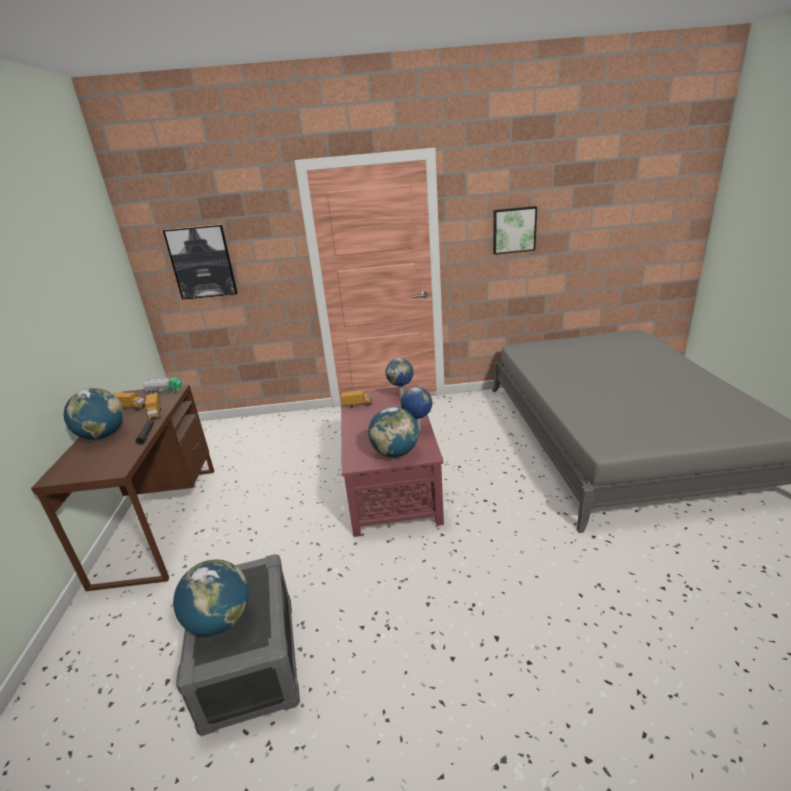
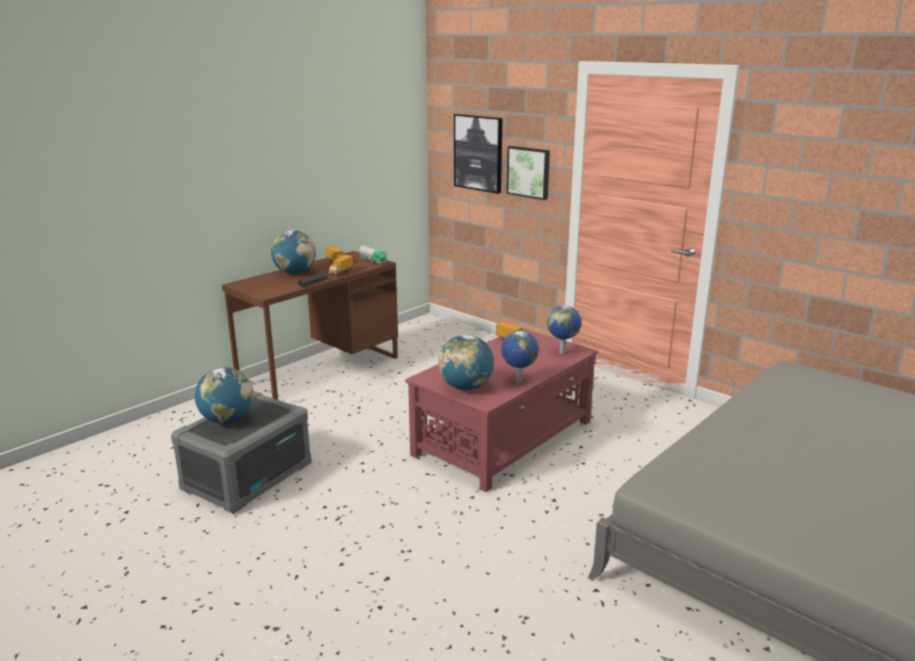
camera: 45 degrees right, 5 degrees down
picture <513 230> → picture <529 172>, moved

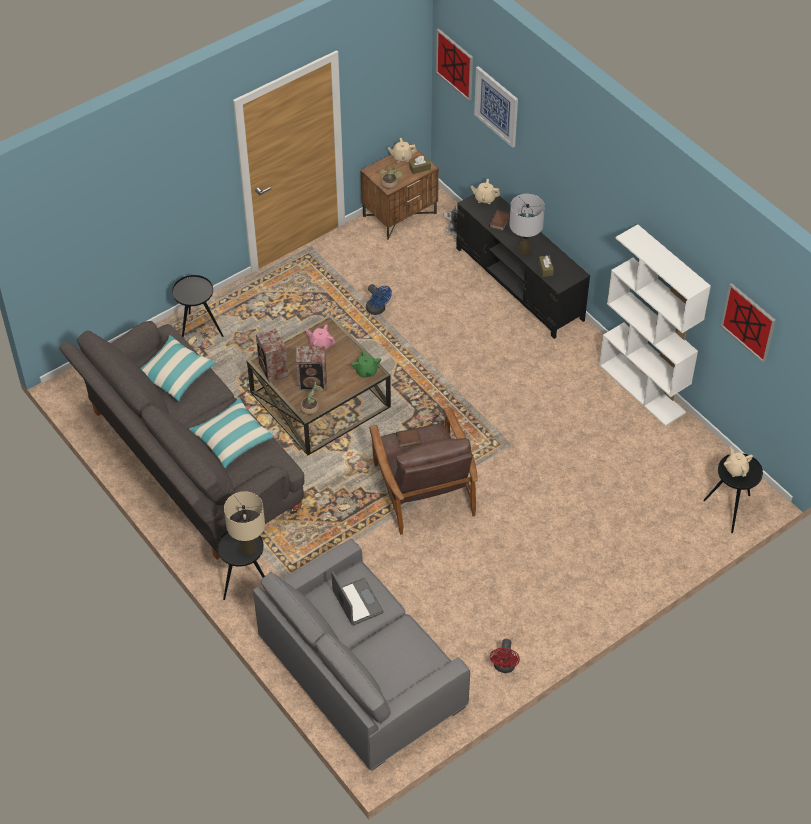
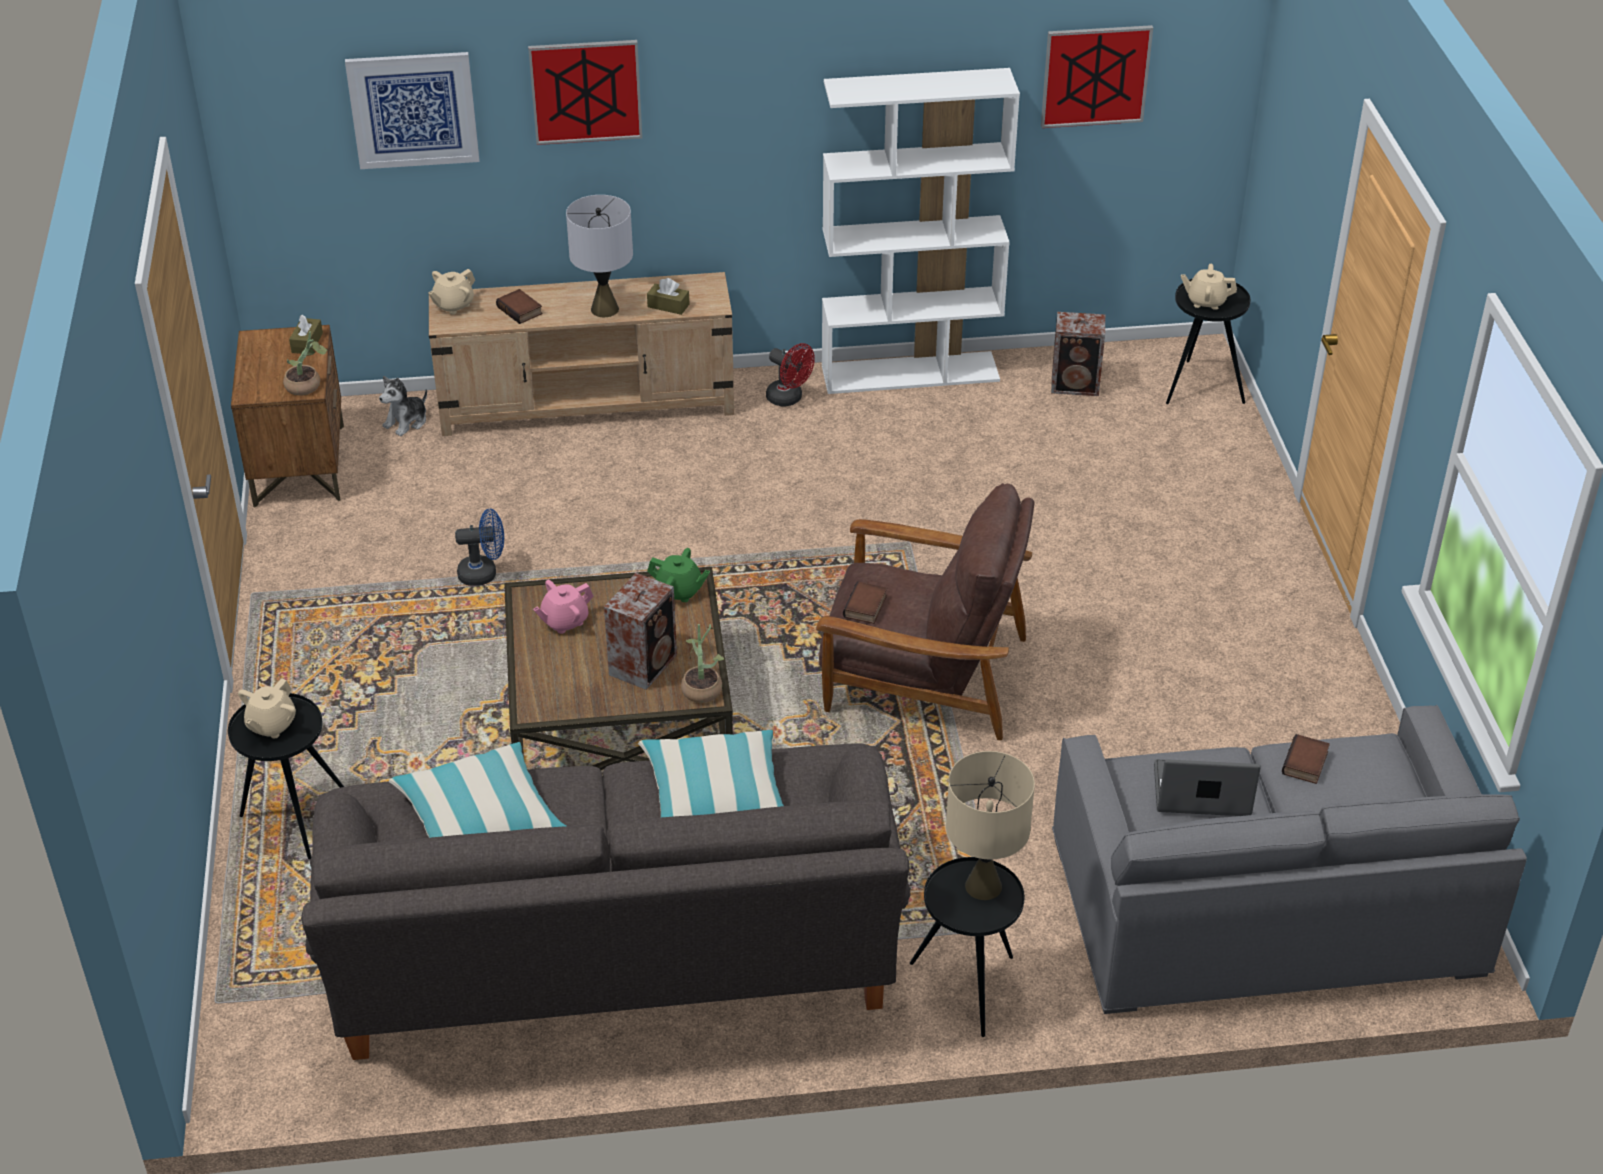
camera: 60 degrees left, 10 degrees down
picture <455 64> → picture <586 91>, moved
beige teapot <402 157> → beige teapot <271 725>, moved
black tv stand <519 284> → beige tv stand <588 403>
speaker <273 370> → speaker <1077 384>, moved
red fan <504 667> → red fan <789 399>, moved
- → book <1306 764>

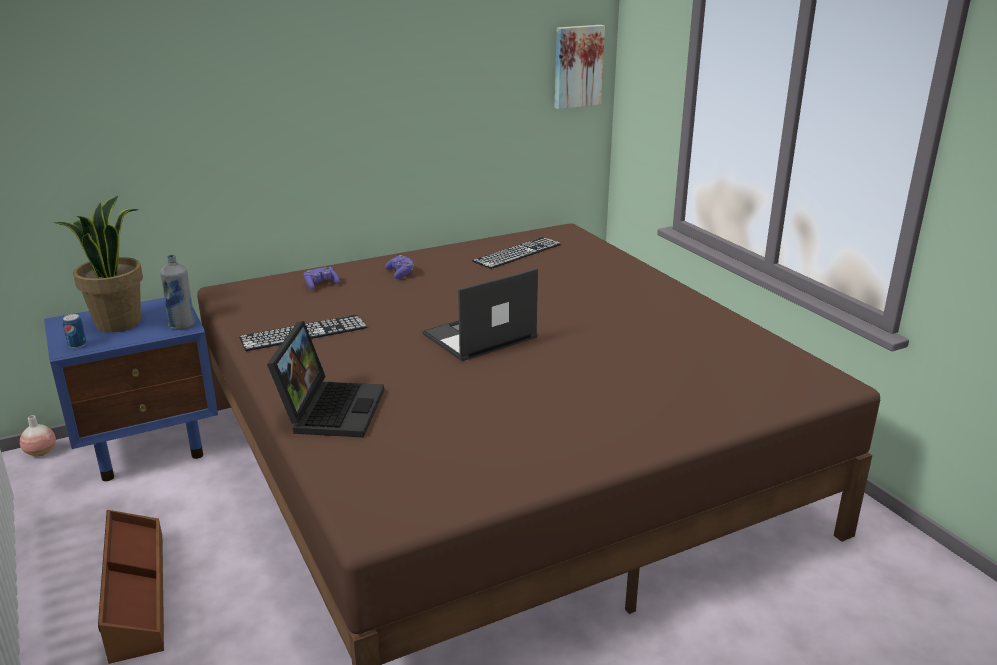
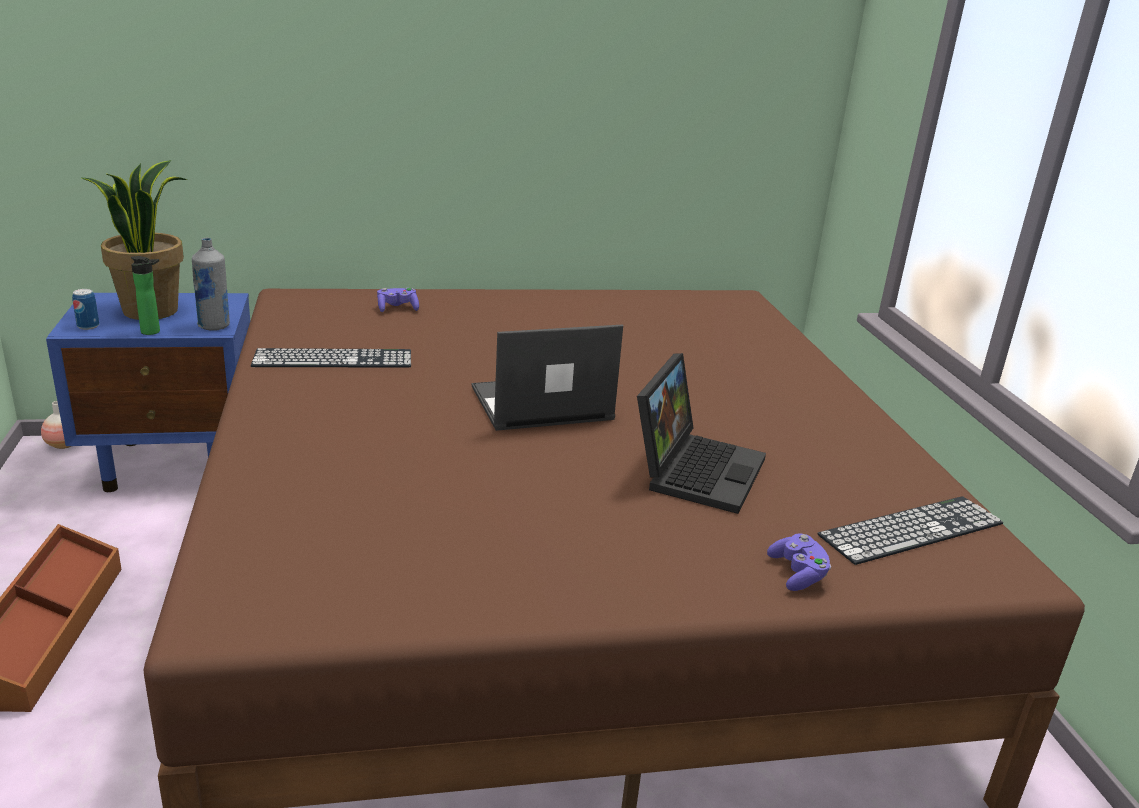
camera: 15 degrees right, 0 degrees up
picture <577 66> → -
keyboard <517 253> → keyboard <911 529>, moved
purple game controller <400 273> → purple game controller <797 574>, moved
laptop <330 408> → laptop <695 469>, moved
- → bottle <153 332>

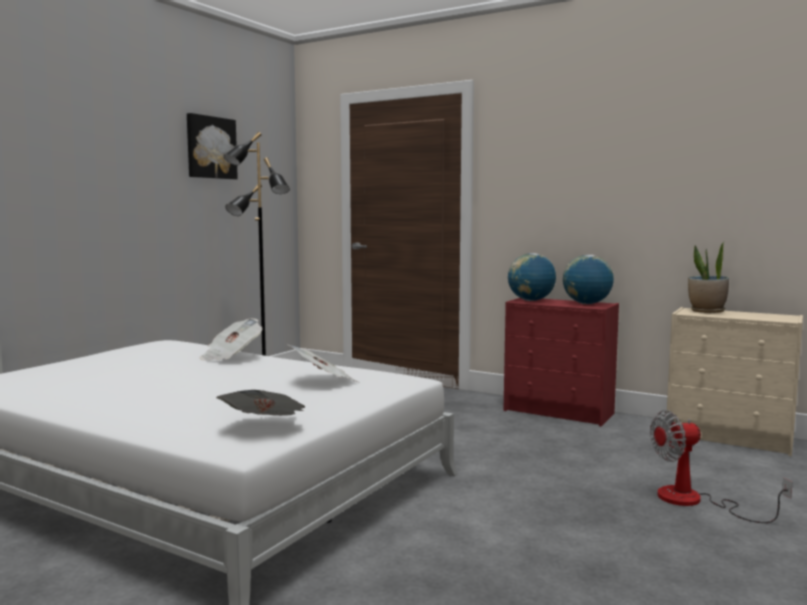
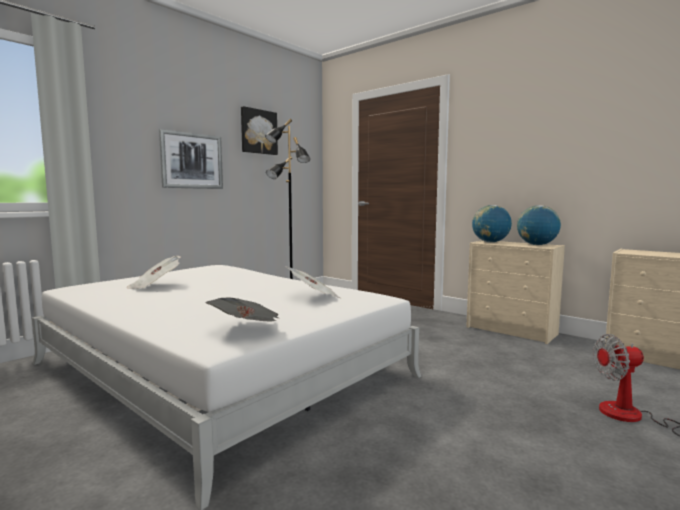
camera: 10 degrees right, 0 degrees up
potted plant <707 311> → -
red dresser <560 412> → beige dresser <512 331>
newspaper <231 356> → newspaper <155 286>, moved
- → picture <192 161>

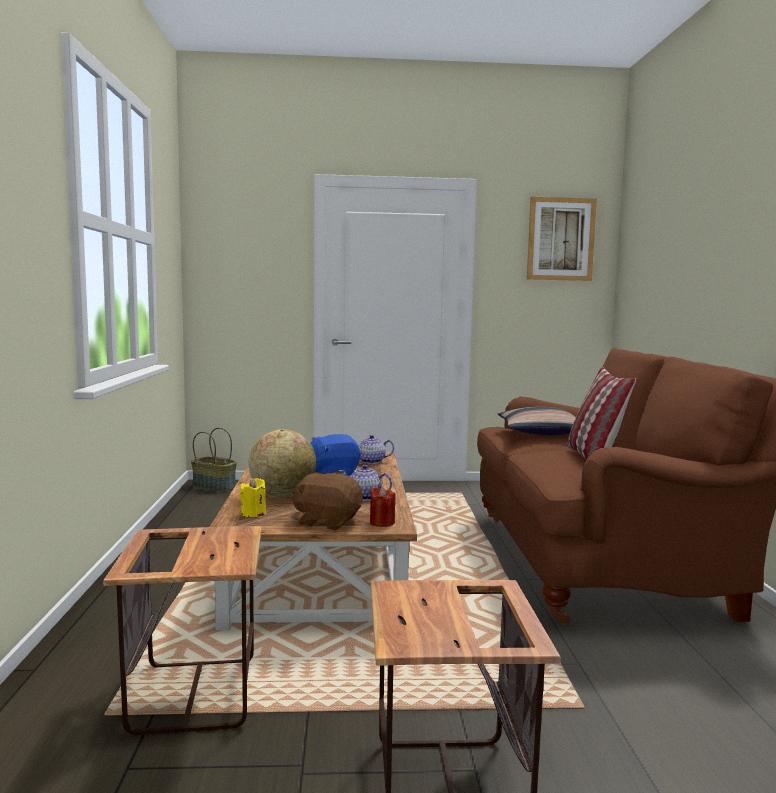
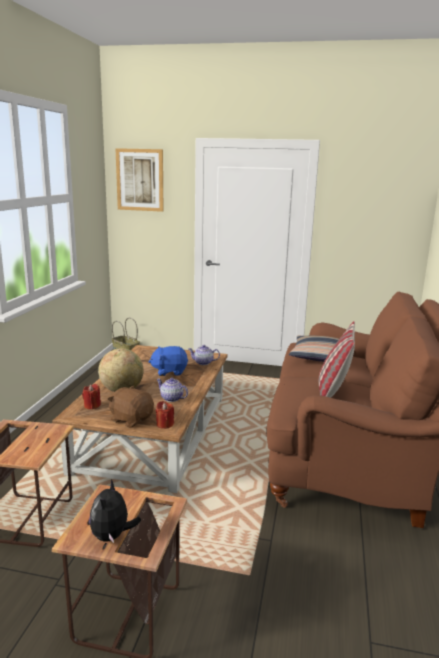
camera: 15 degrees right, 10 degrees up
picture <561 239> → picture <140 180>, moved
yellow candle <253 513> → red candle <92 406>
- → plush toy <112 536>

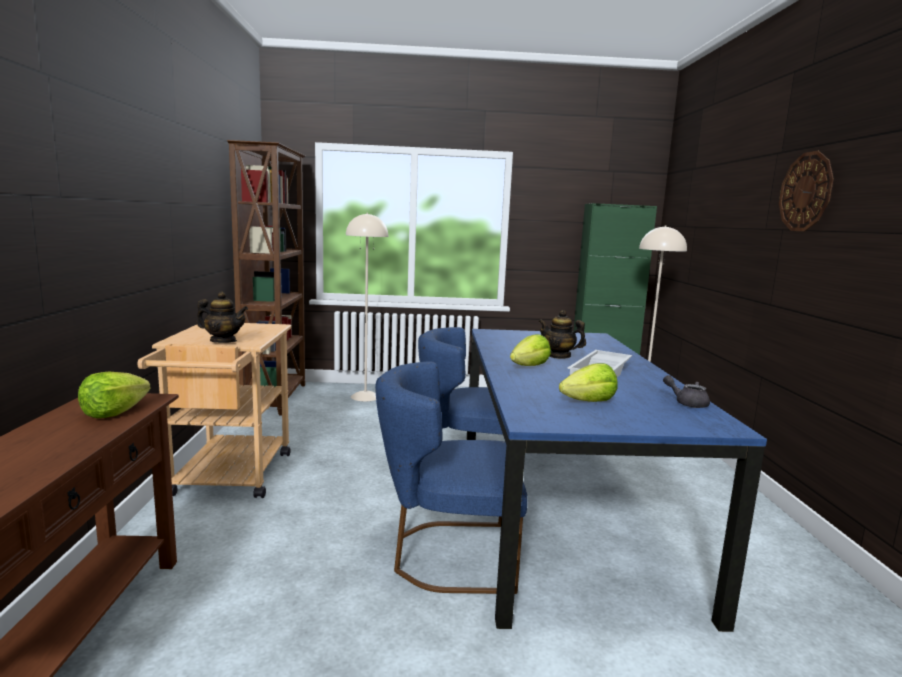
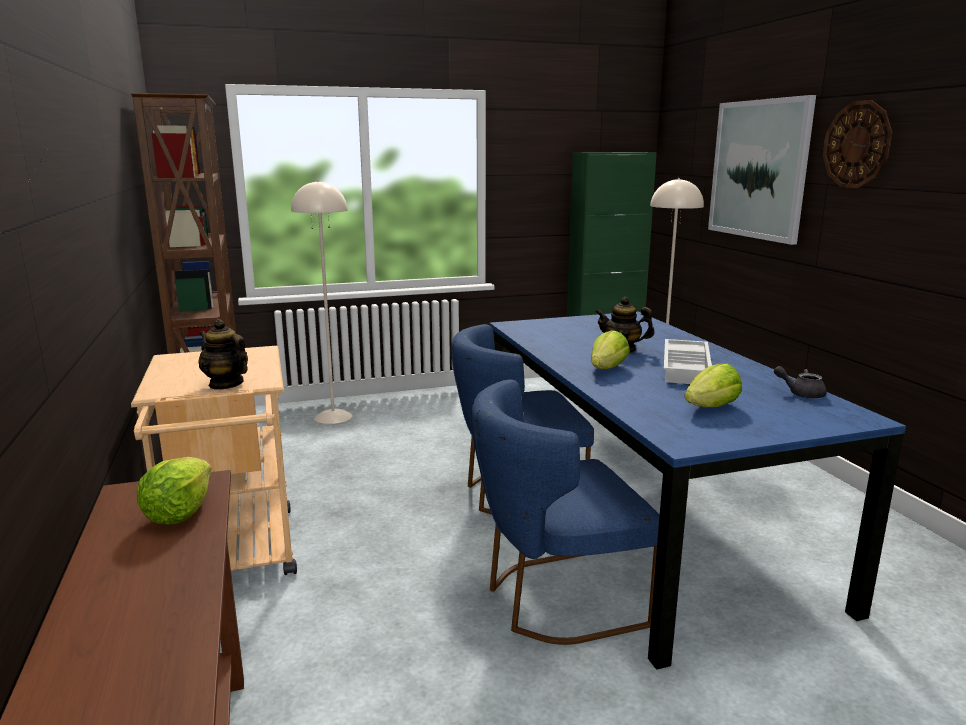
camera: 15 degrees left, 5 degrees up
teapot <223 341> → teapot <226 384>, 135 degrees counterclockwise
- → picture <758 169>

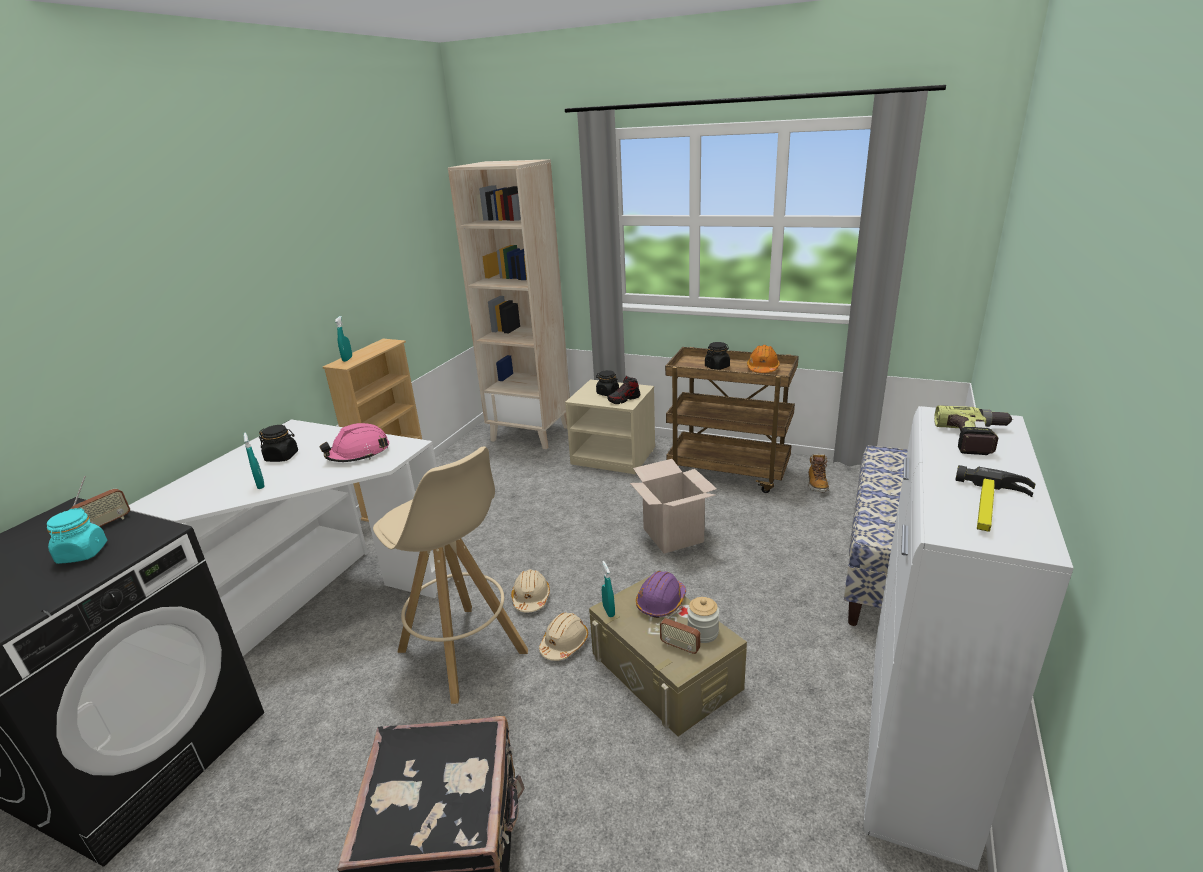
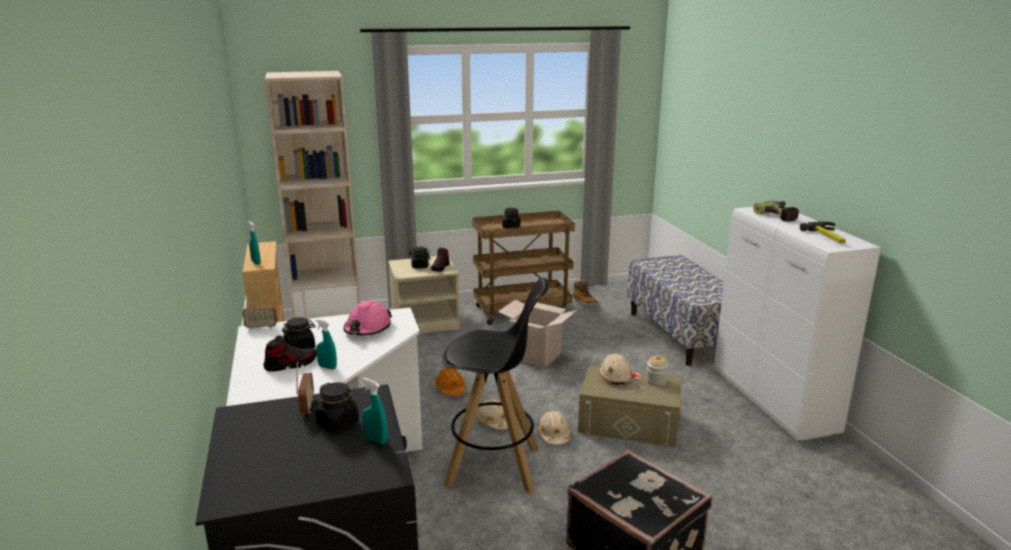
camera: 40 degrees left, 5 degrees down
orange hard hat <762 369> → orange hard hat <450 389>, moved
beige stool <463 652> → black stool <494 467>
turquoise jar <82 553> → black jar <338 423>
turquoise spray bottle <608 611> → turquoise spray bottle <376 440>, moved
purple hard hat <661 602> → beige hard hat <615 376>
radio <680 647> → radio <261 327>, moved
- → shoe <291 364>

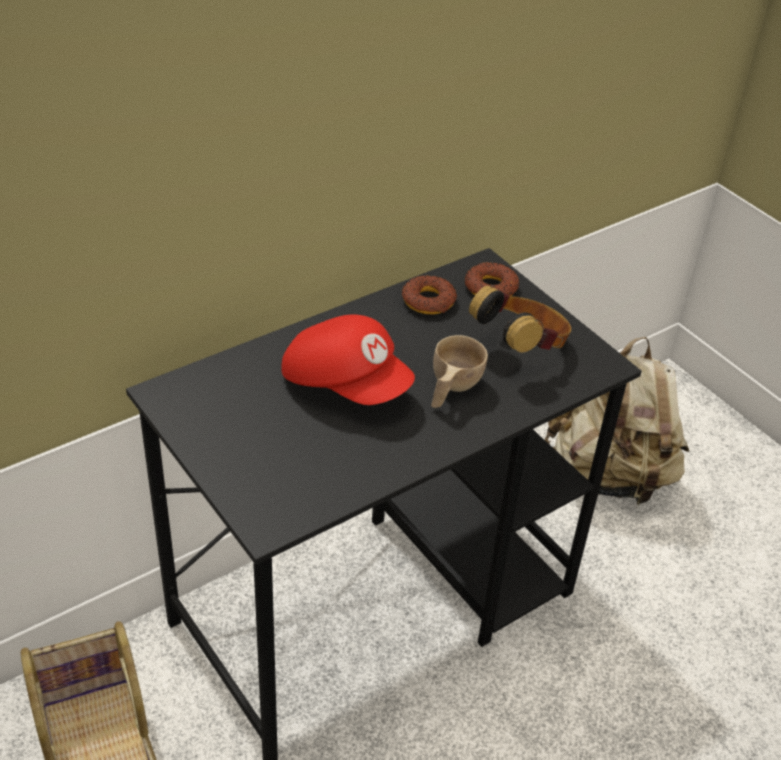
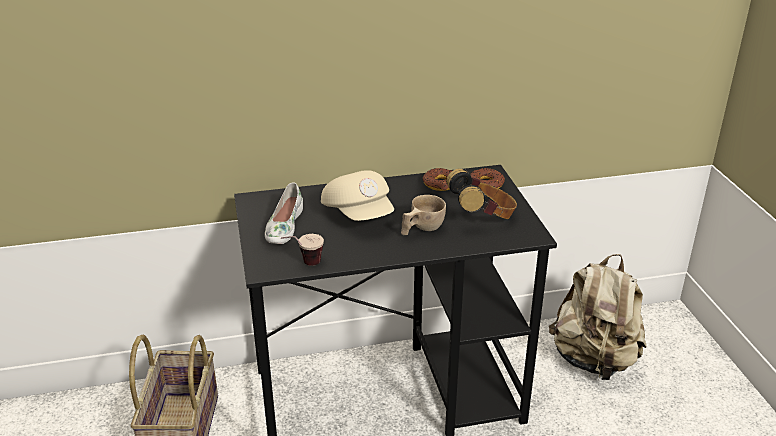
camera: 25 degrees right, 10 degrees down
red cap <346 383> → beige cap <359 214>
- → white shoe <284 226>
- → cup <303 265>

